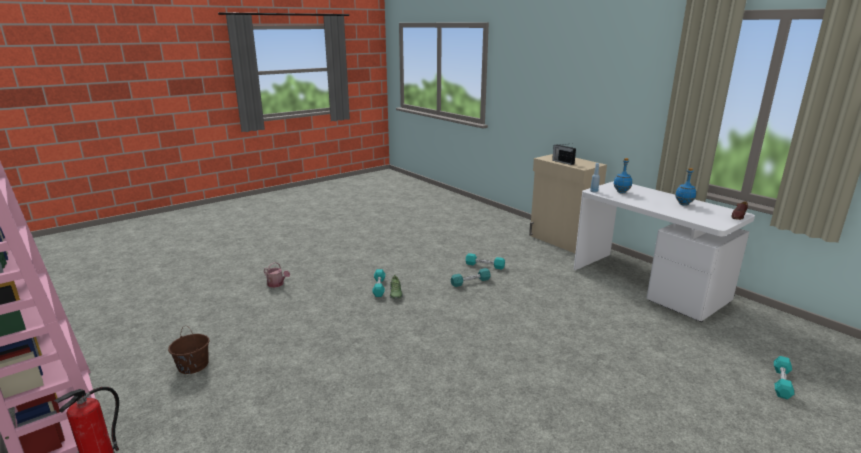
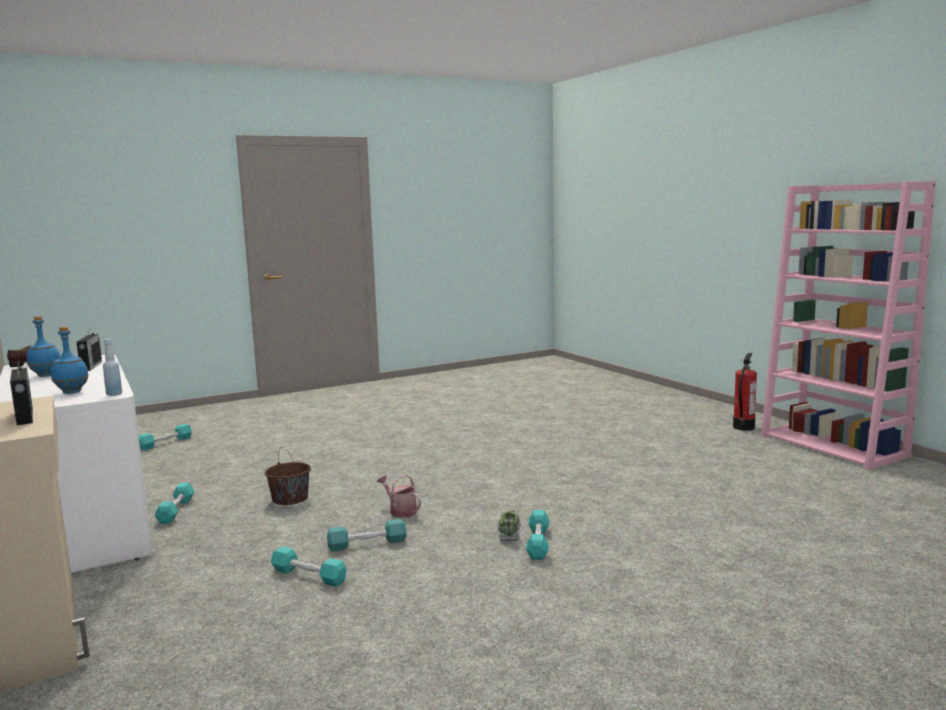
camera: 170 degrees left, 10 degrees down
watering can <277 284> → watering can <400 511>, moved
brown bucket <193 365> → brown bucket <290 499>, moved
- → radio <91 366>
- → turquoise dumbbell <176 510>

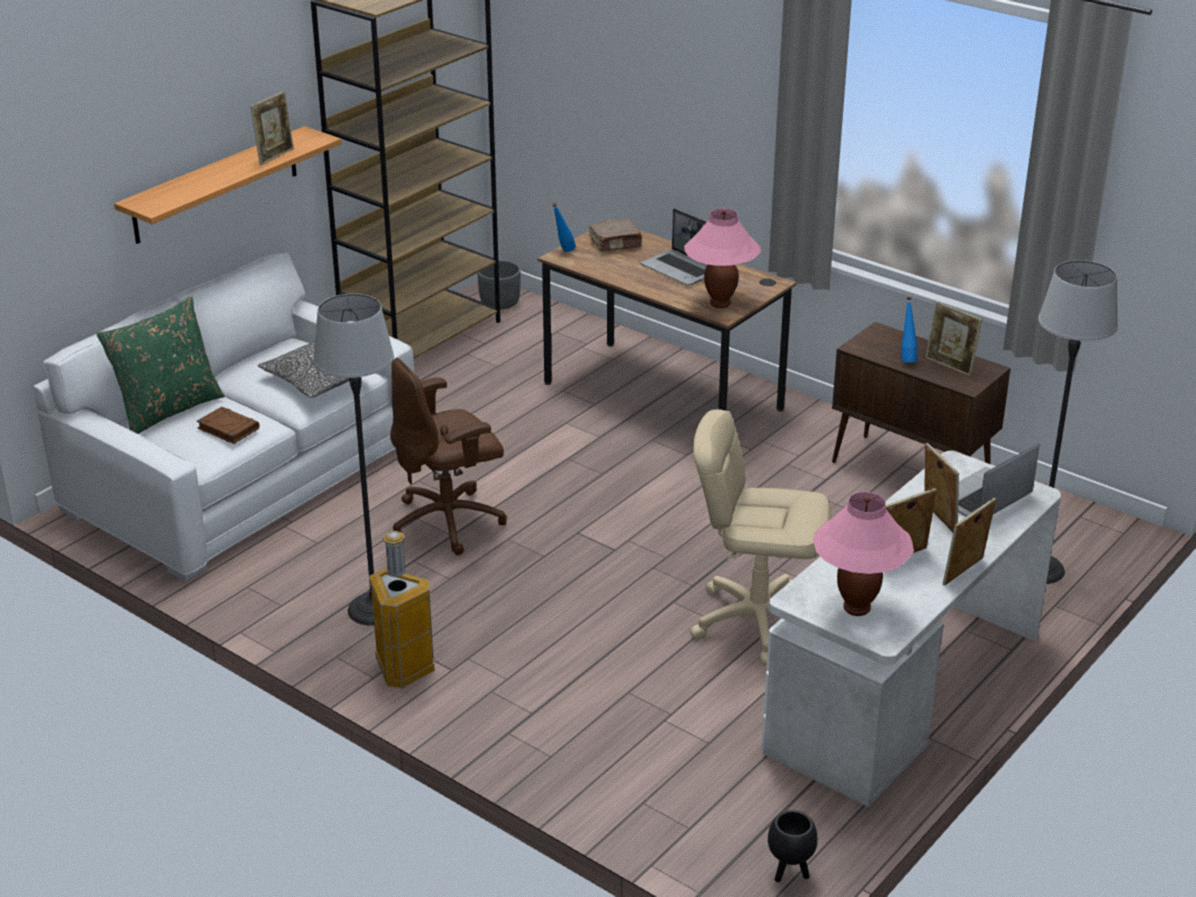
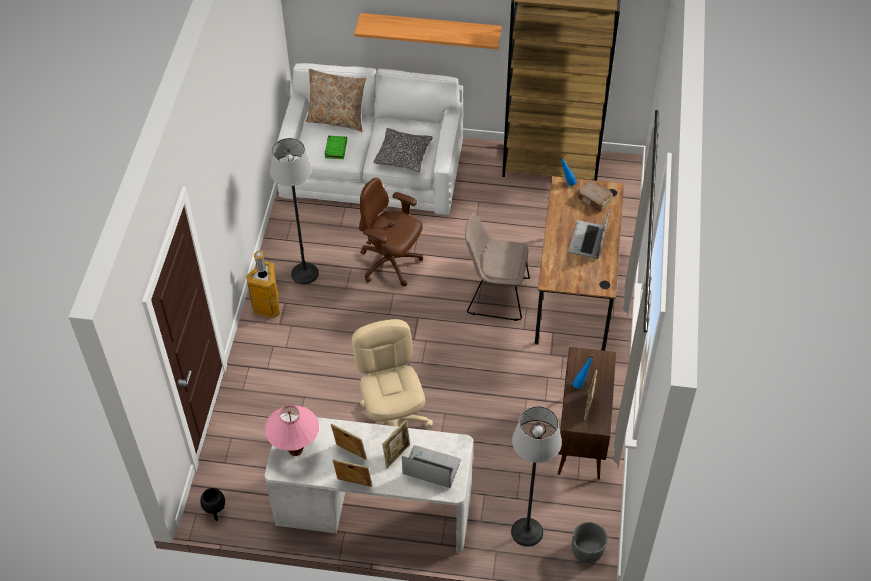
camera: 60 degrees right, 20 degrees up
picture frame <275 156> → -
pink table lamp <719 303> → -
grey planter <500 303> → grey planter <587 551>, moved
green pillow <168 409> → beige pillow <337 119>
brown book <227 429> → green book <336 149>
- → beige chair <495 295>

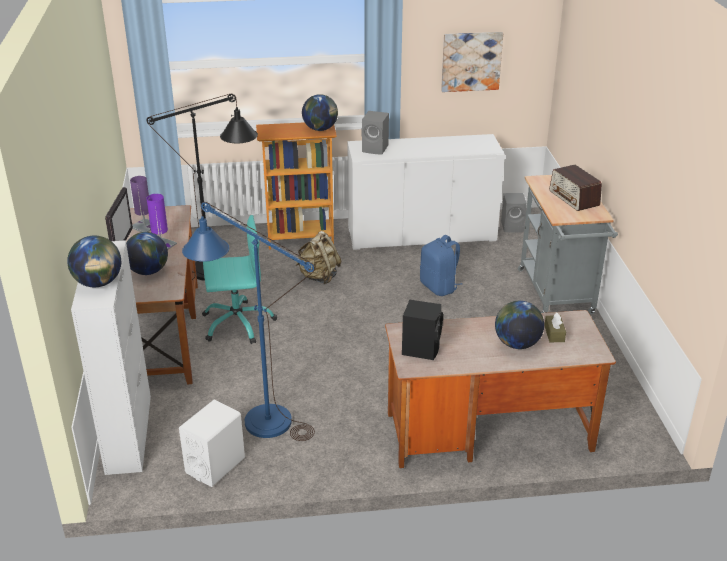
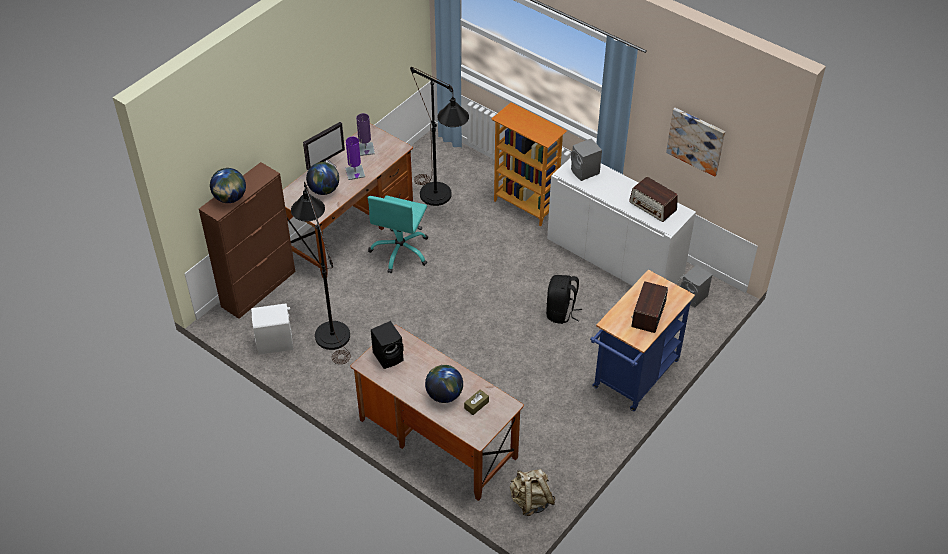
camera: 45 degrees right, 15 degrees up
globe <320 129> → -
grey cart <557 295> → blue cart <633 378>
blue floor lamp <256 418> → black floor lamp <329 328>
turquoise office chair <237 323> → turquoise office chair <401 251>, 75 degrees clockwise
beige backpack <319 277> → beige backpack <531 501>, moved
blue backpack <439 287> → black backpack <561 313>
white cabinet <129 433> → brown cabinet <259 289>
- → radio <653 206>

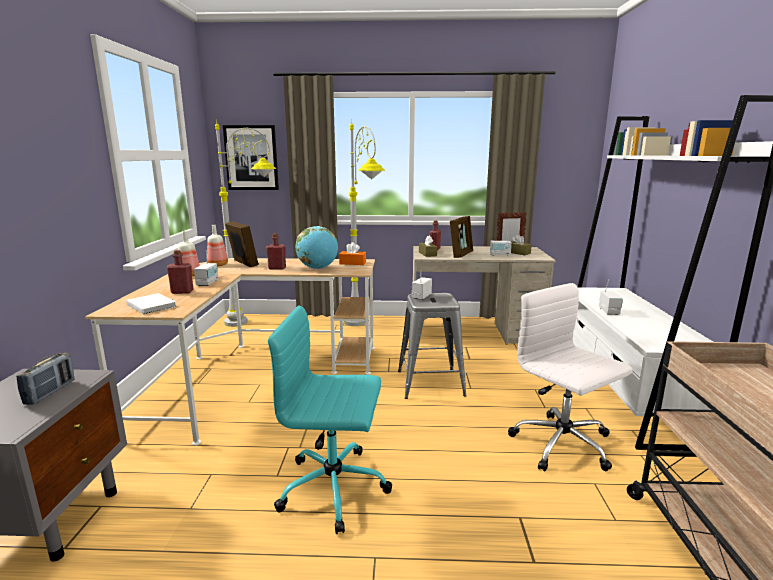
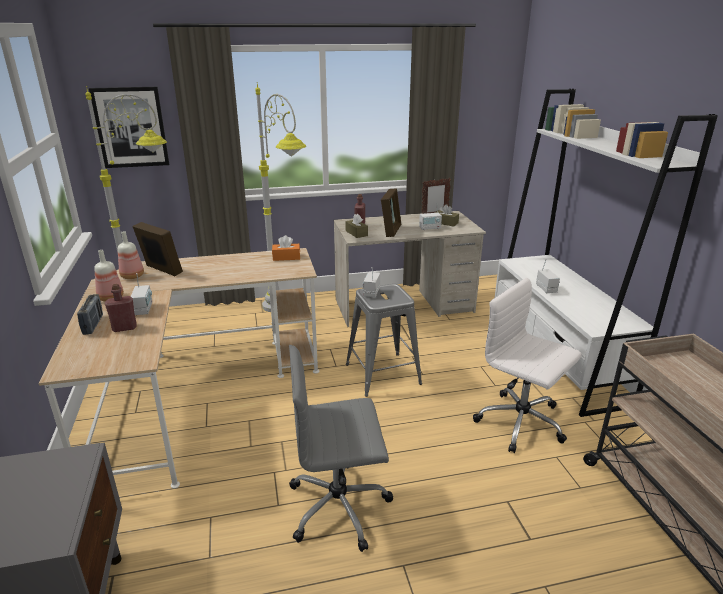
camera: 15 degrees left, 10 degrees up
globe <318 268> → -
red bottle <277 268> → -
white book <152 305> → -
turquoise office chair <335 488> → grey office chair <340 506>
radio <50 392> → radio <93 325>, moved

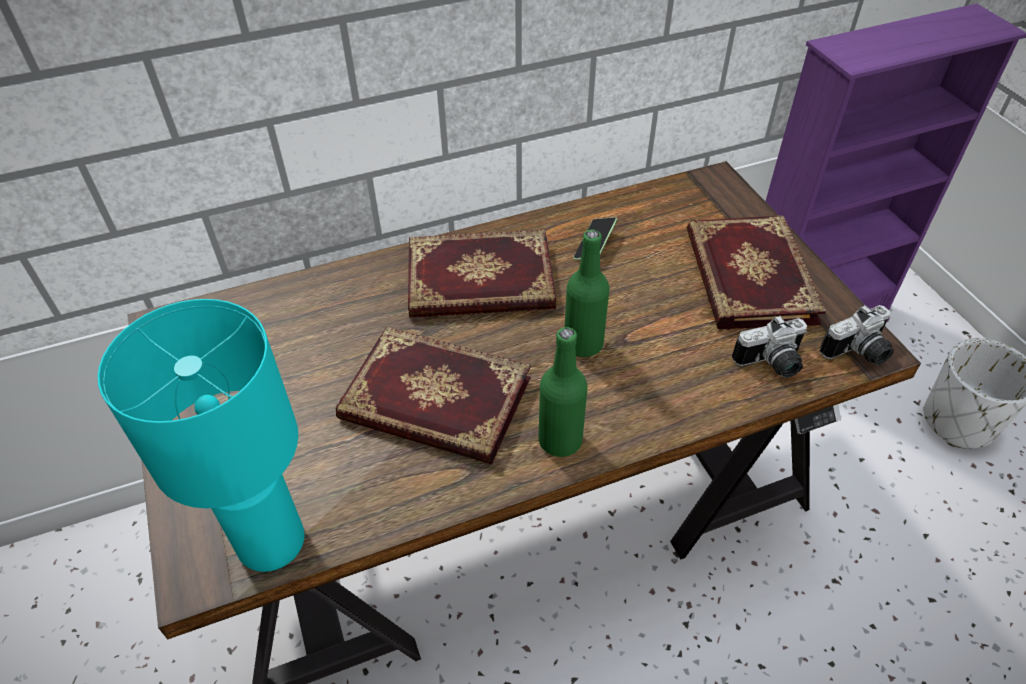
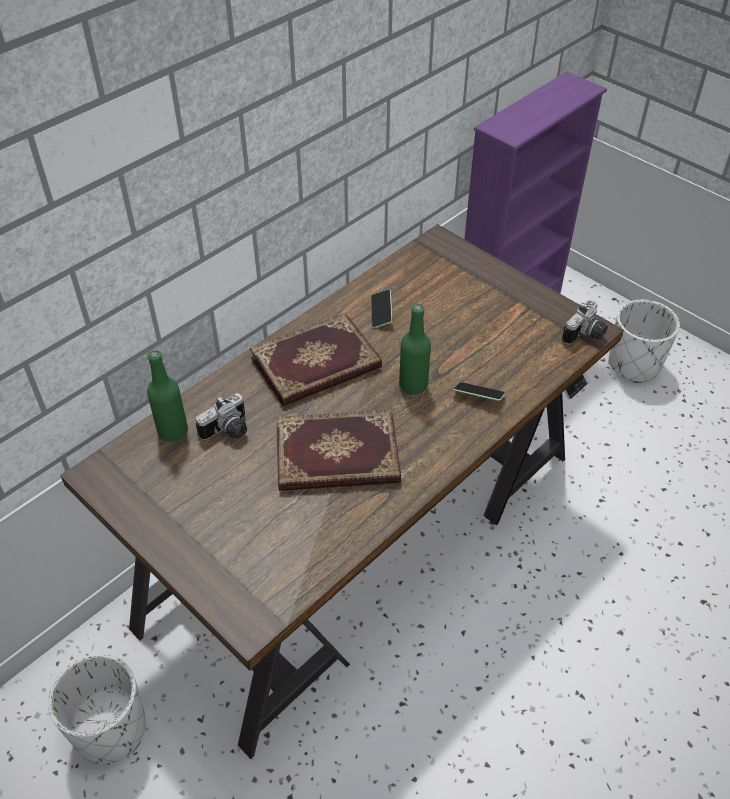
camera: 25 degrees left, 0 degrees up
book <746 276> → -
turquoise table lamp <271 544> → -
photo camera <772 364> → photo camera <228 431>, moved
green bottle <560 440> → green bottle <173 431>, moved
- → phone <478 396>
- → white planter <110 729>

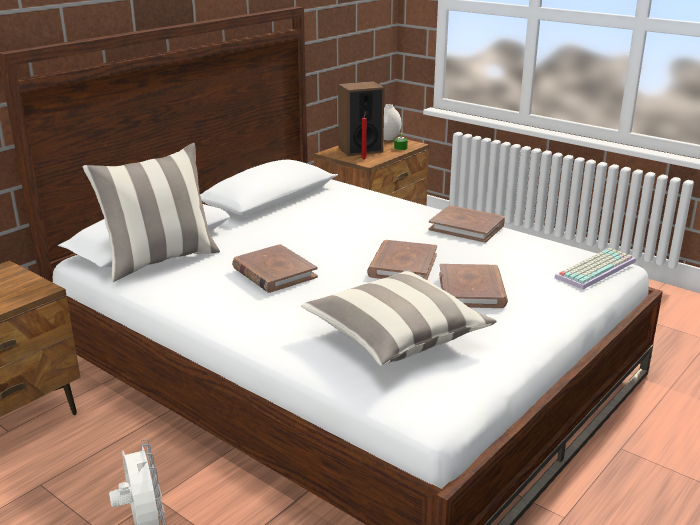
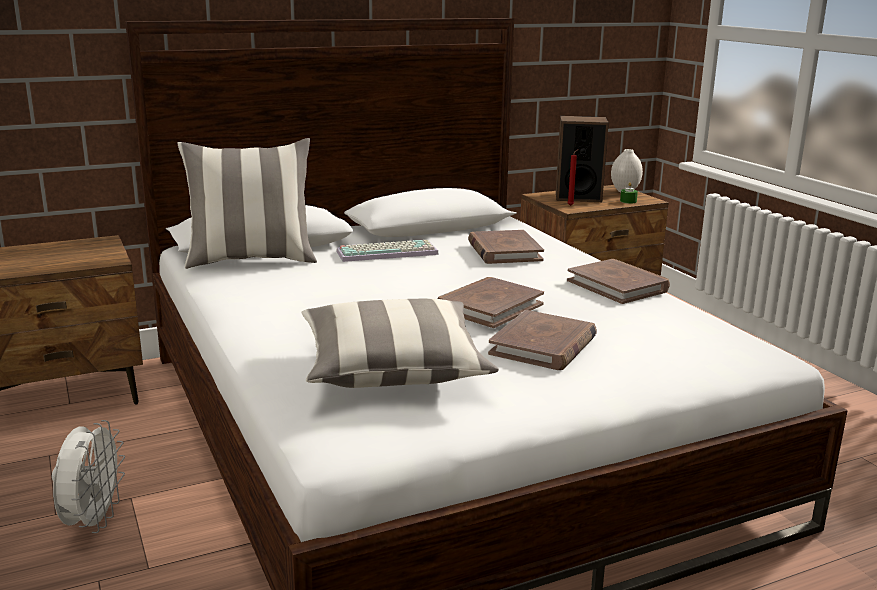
camera: 25 degrees right, 5 degrees down
brown book <274 272> → brown book <504 251>, moved
keyboard <594 268> → keyboard <388 252>, moved

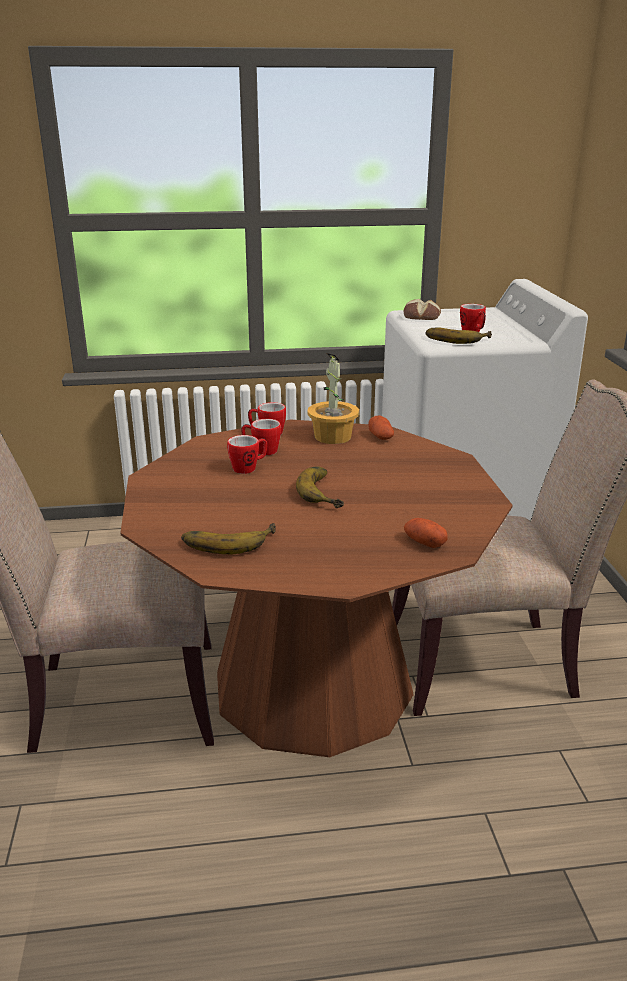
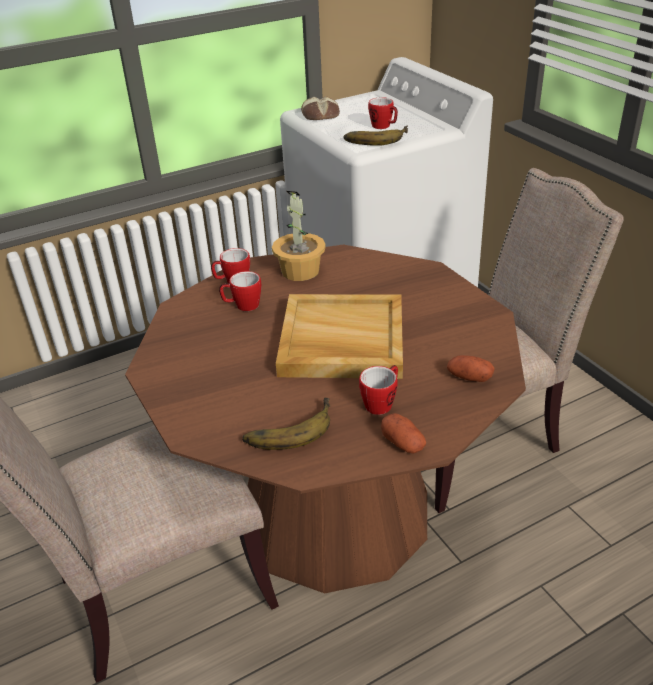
camera: 20 degrees left, 10 degrees up
potato <380 437> → potato <403 443>, moved
mug <249 468> → mug <382 402>, moved
banana <326 491> → beige tray <341 341>

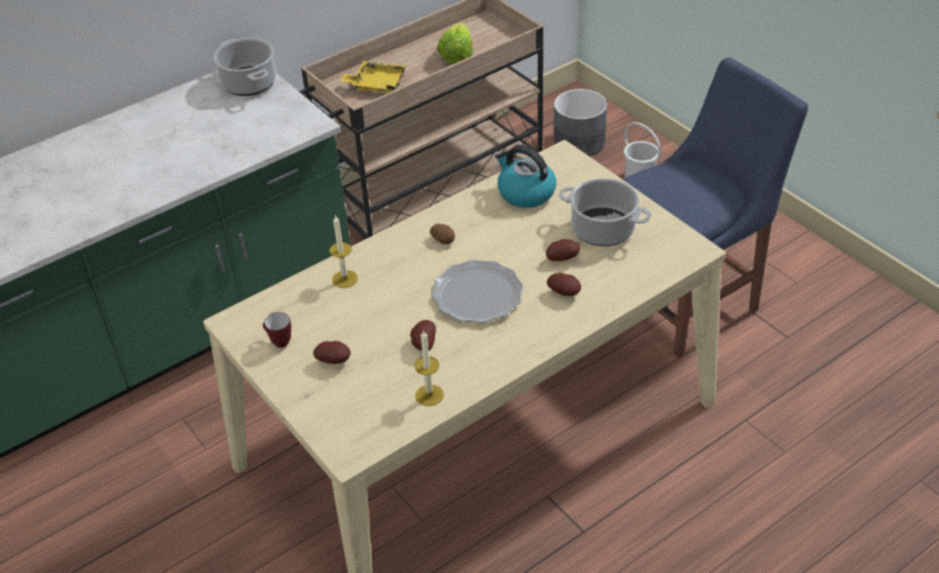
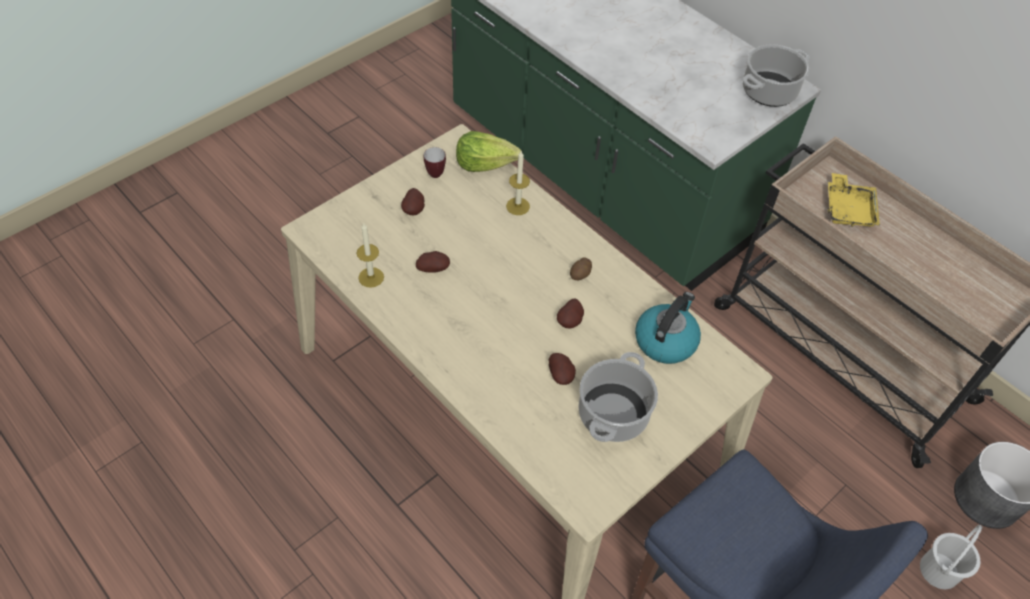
camera: 80 degrees right, 10 degrees up
lettuce <456 56> → lettuce <485 163>, moved
plate <478 294> → -
potato <565 293> → potato <570 321>, moved

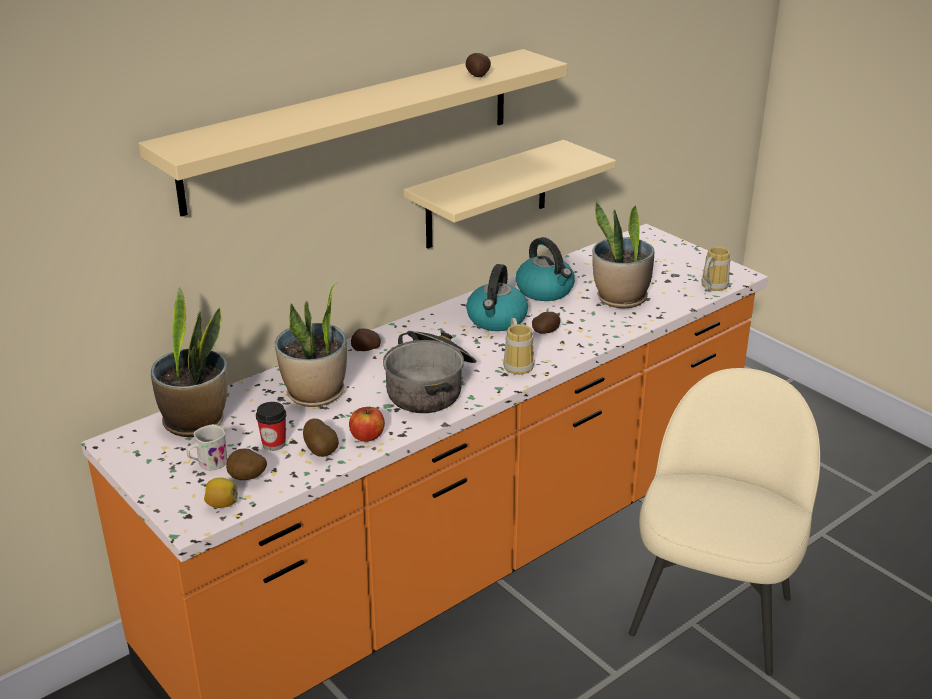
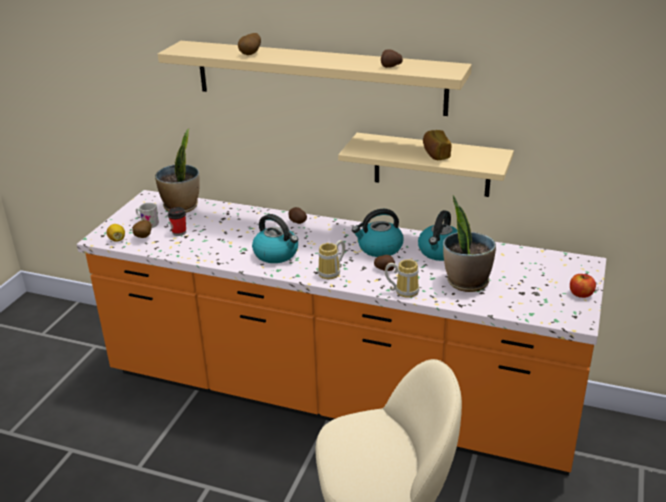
camera: 60 degrees right, 0 degrees up
mug <711 286> → mug <403 291>, moved
potted plant <315 394> → -
cooking pot <431 387> → kettle <277 254>
apple <367 436> → apple <581 294>, moved
potato <322 451> → potato <251 54>, moved
- → bread <435 154>

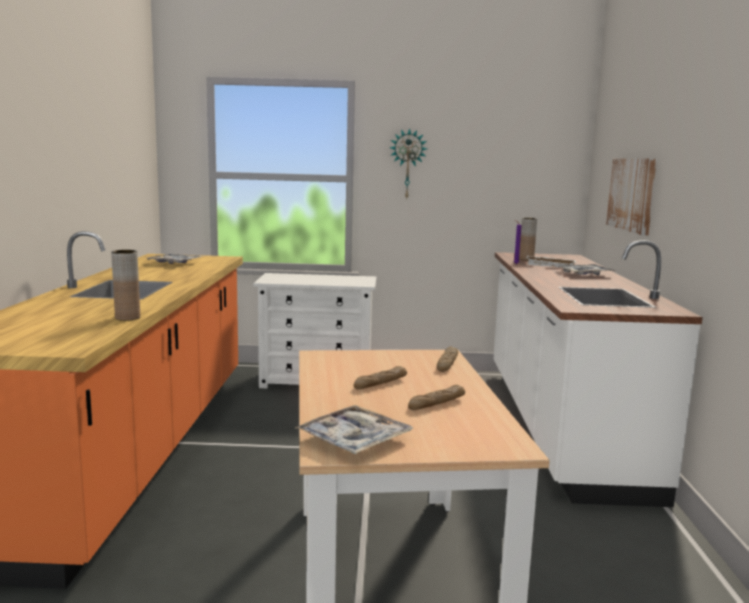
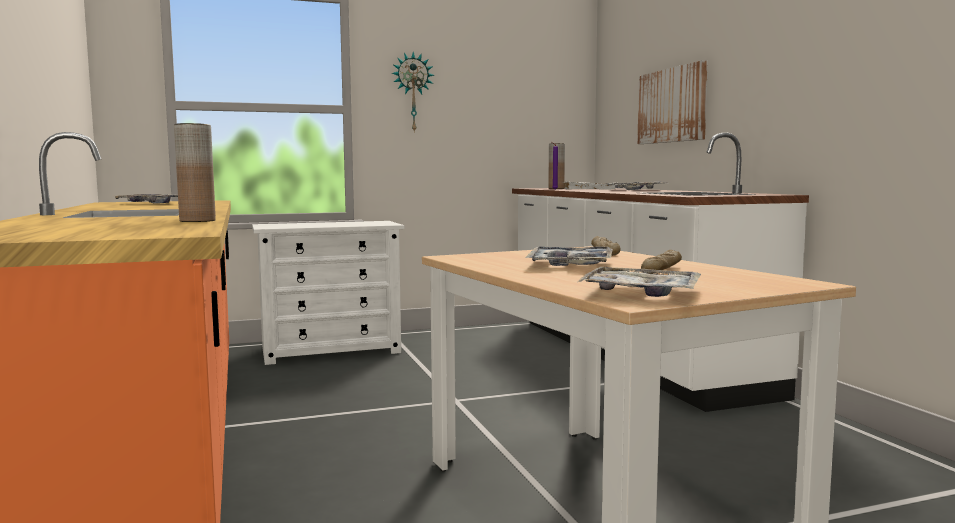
camera: 20 degrees left, 5 degrees down
bread <380 384> → tray <570 265>

